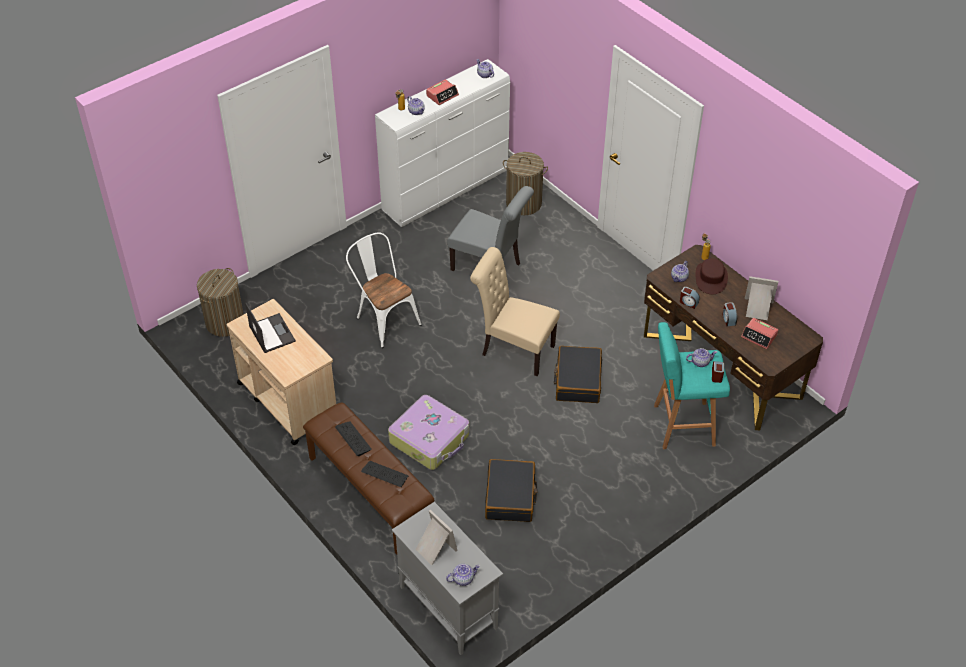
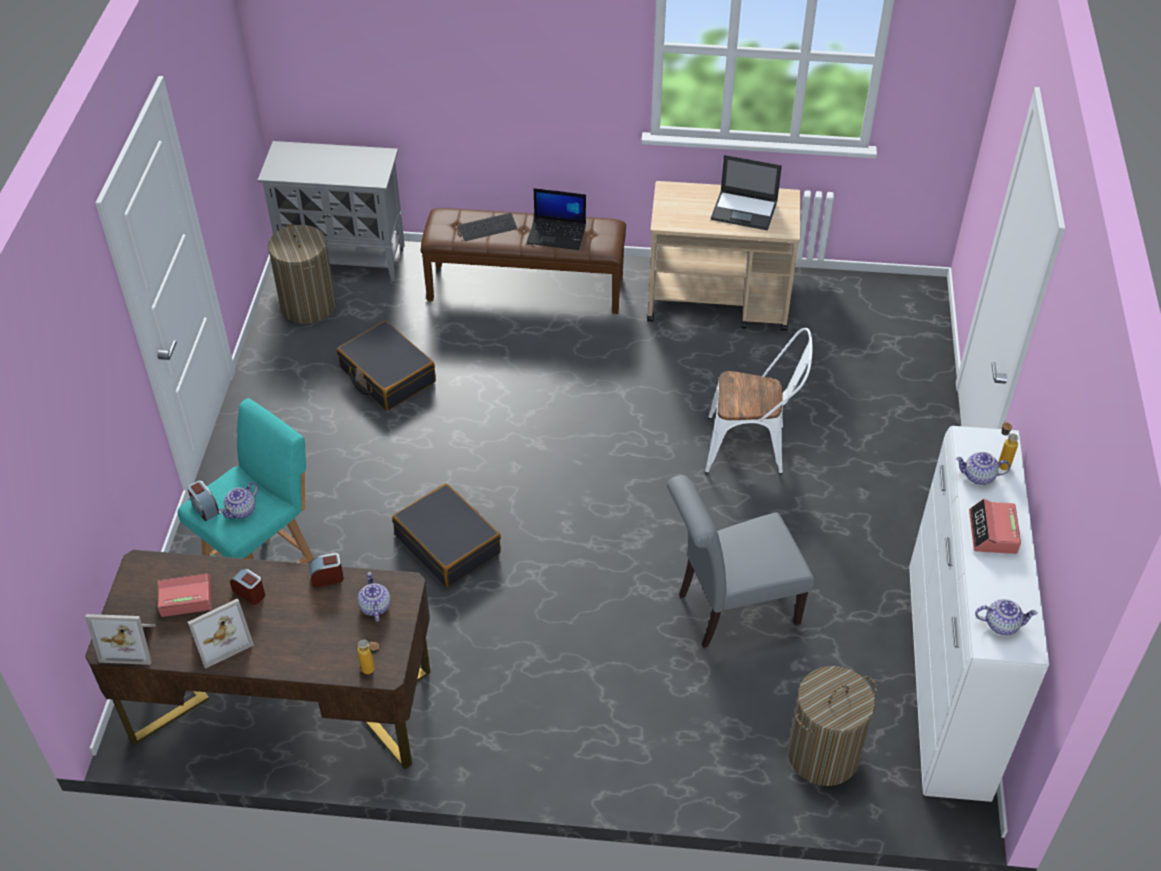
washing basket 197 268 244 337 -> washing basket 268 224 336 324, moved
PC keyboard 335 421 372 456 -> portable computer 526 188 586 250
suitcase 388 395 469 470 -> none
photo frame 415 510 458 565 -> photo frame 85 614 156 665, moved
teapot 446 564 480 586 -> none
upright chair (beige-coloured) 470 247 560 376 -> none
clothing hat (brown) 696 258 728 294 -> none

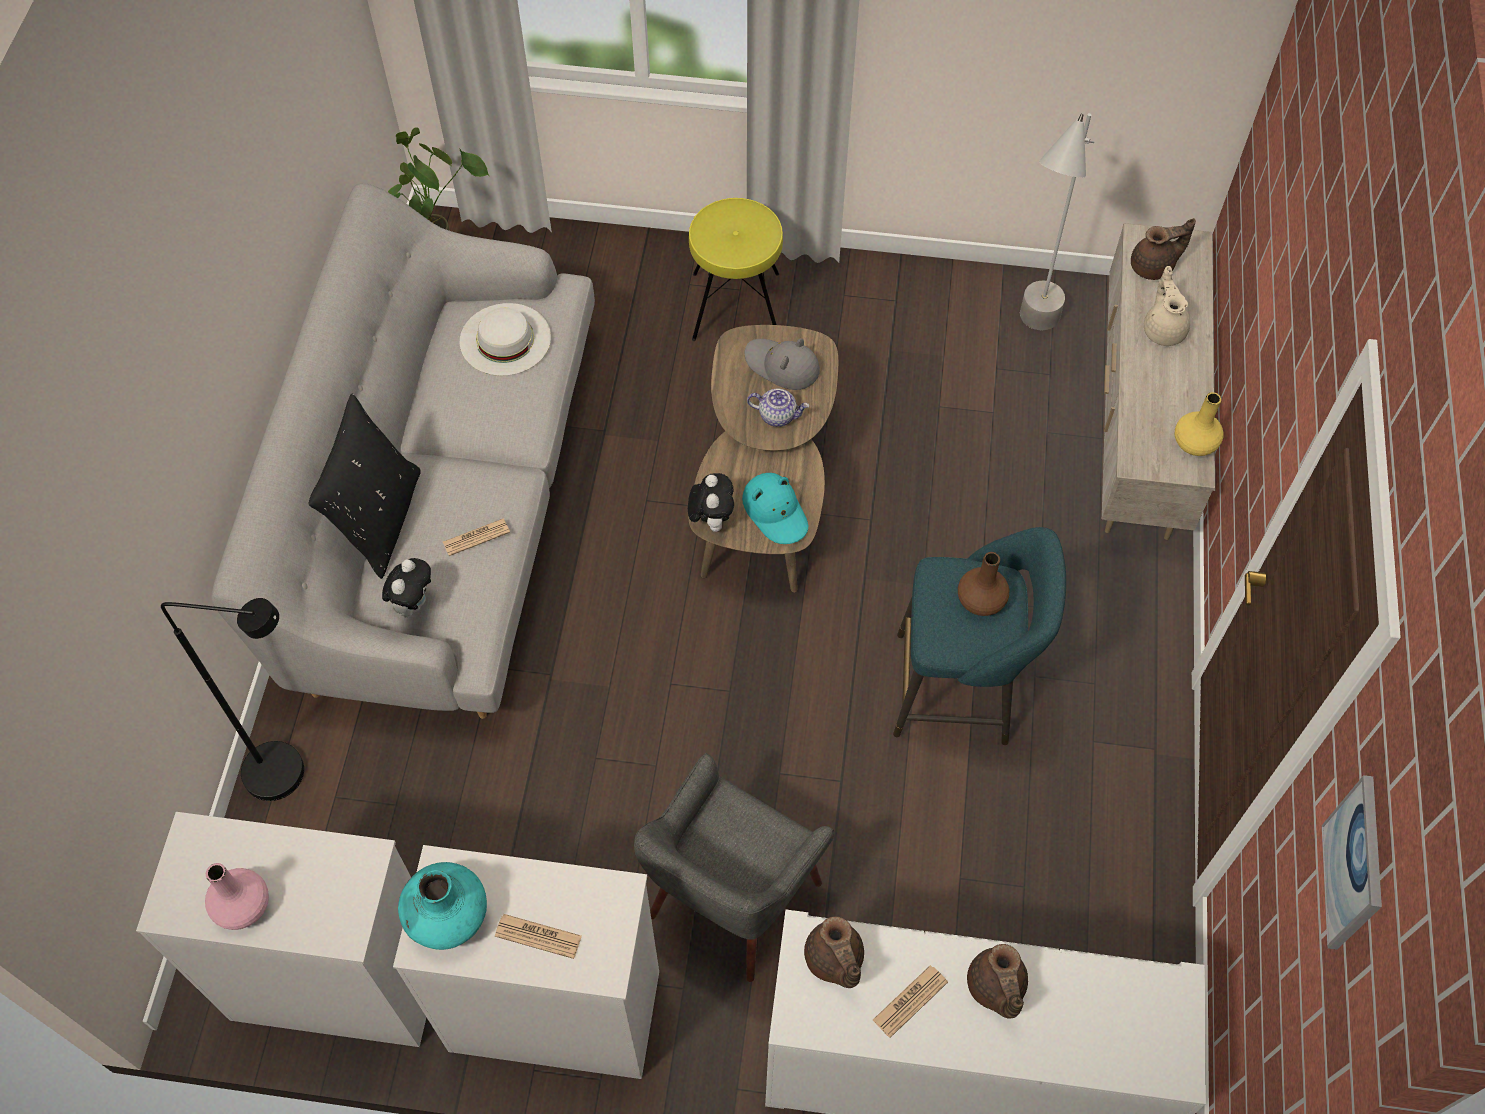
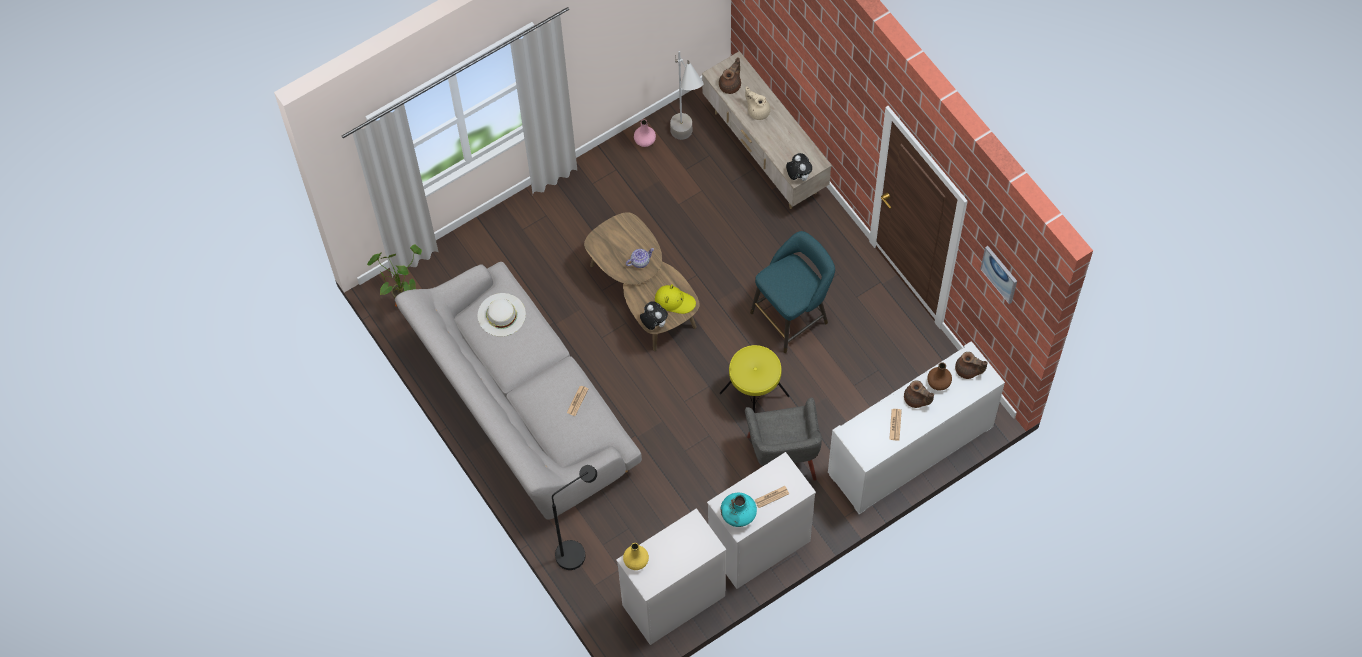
flower vase (pink-coloured) 205 863 269 930 -> flower vase (pink-coloured) 634 119 656 147, moved
pillow (blackish) 308 394 421 579 -> none
cuddly toy 382 558 431 618 -> cuddly toy 786 153 812 181, moved
stool seat (yellow-coloured) 689 198 783 341 -> stool seat (yellow-coloured) 719 345 790 413, moved
clothing hat (turquoise-coloured) 742 473 808 544 -> clothing hat (yellow-coloured) 655 284 696 314
clothing hat (greyish) 745 338 820 390 -> none
teapot (brown) 804 916 864 988 -> teapot (brown) 955 352 988 379, moved
flower vase (brown) 958 552 1009 616 -> flower vase (brown) 927 362 952 391, moved
flower vase (yellow-coloured) 1175 392 1224 456 -> flower vase (yellow-coloured) 623 543 649 570, moved

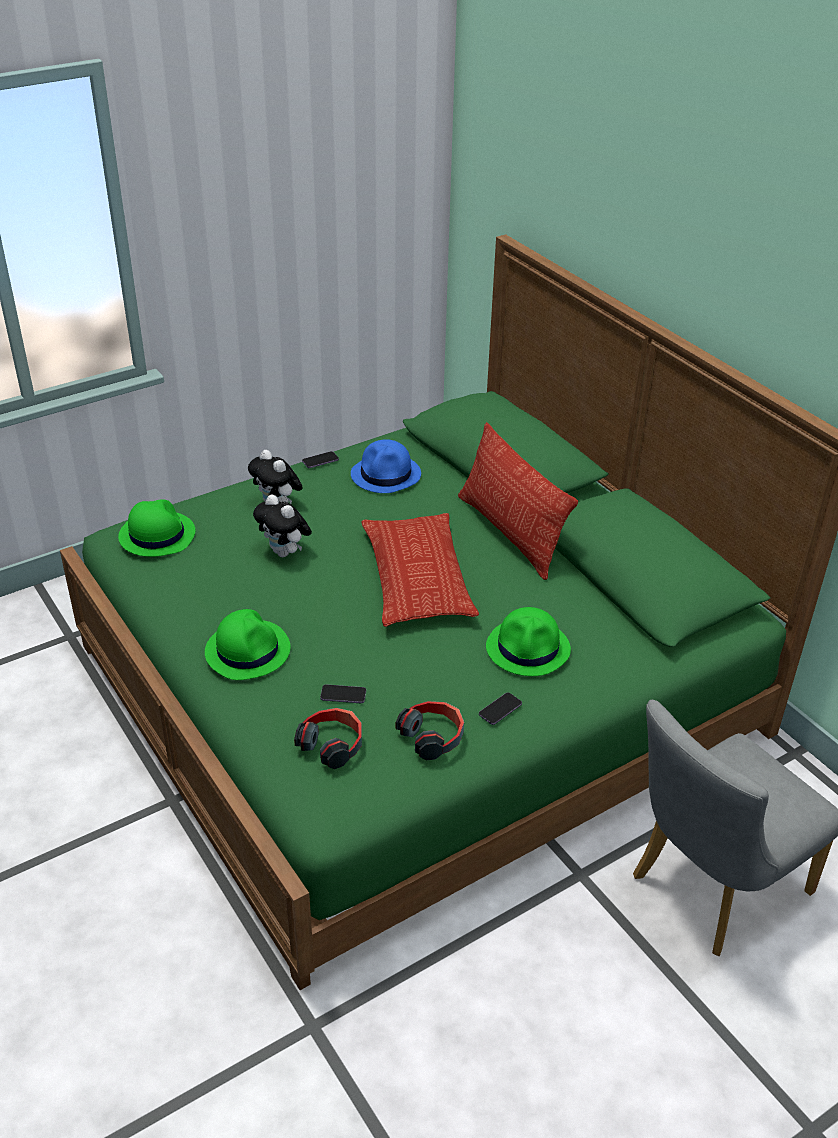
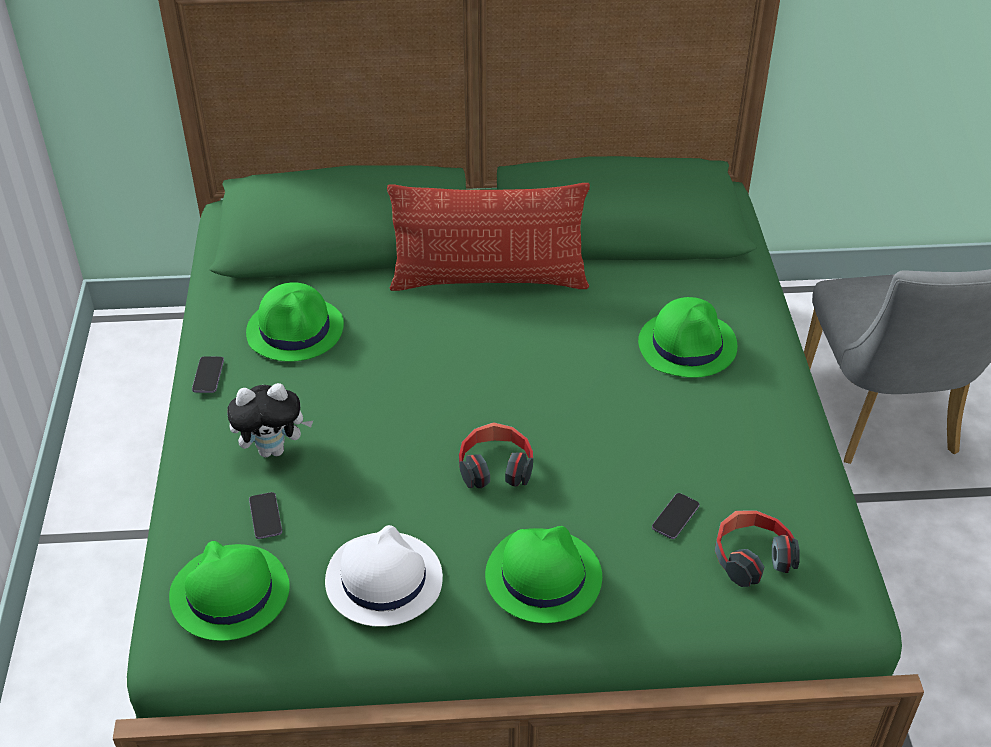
cuddly toy 253 494 312 557 -> none
clothing hat (blue-coloured) 351 439 421 493 -> clothing hat (greenish) 246 282 344 362
pillow 361 513 479 627 -> none
headset 396 701 464 761 -> headset 459 422 533 488, moved
telephone 479 692 522 725 -> telephone 249 492 282 539, moved
none -> clothing hat (white) 325 525 443 627

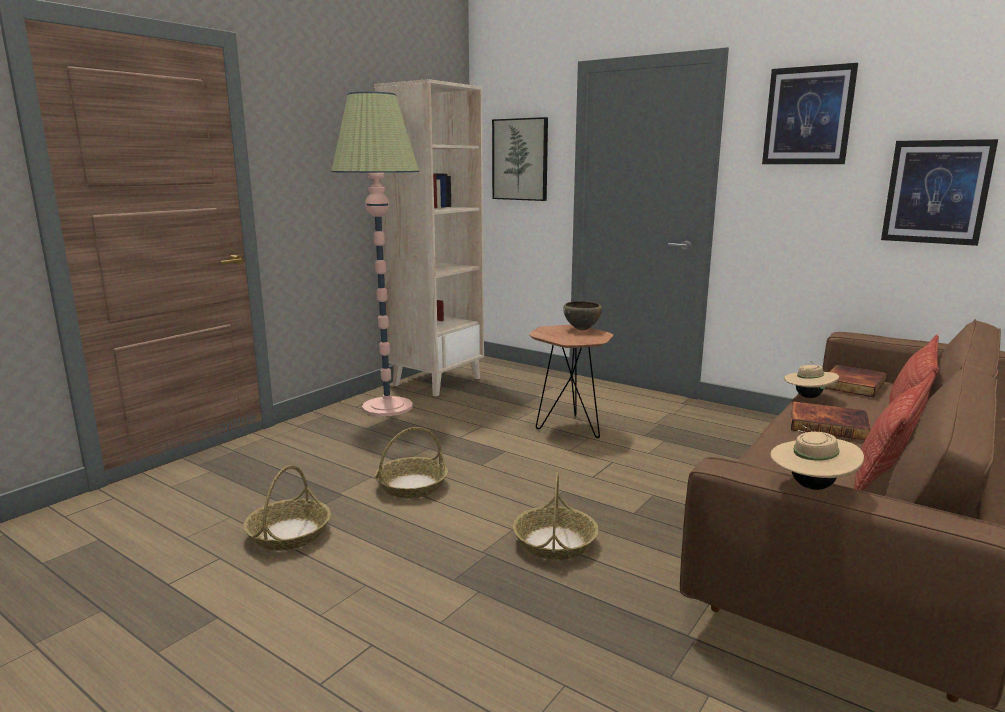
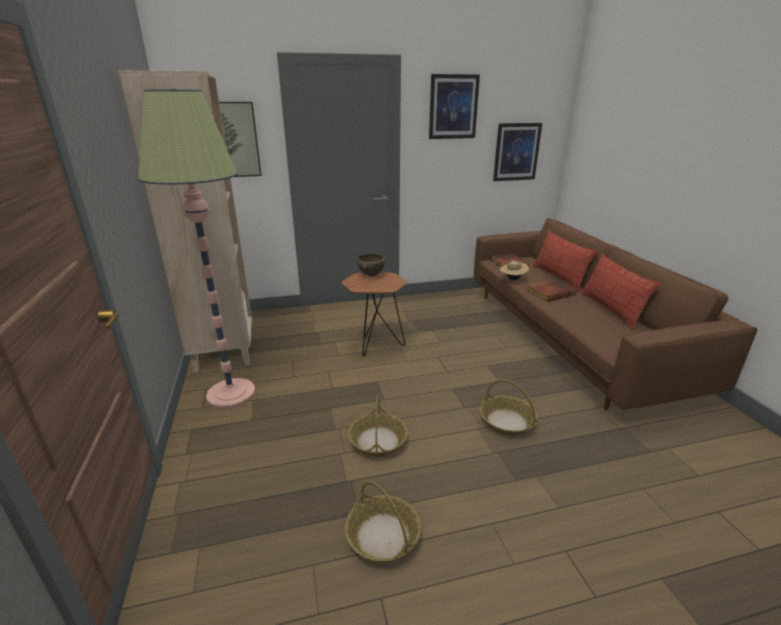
clothing hat (beige-coloured) 770 425 864 490 -> none

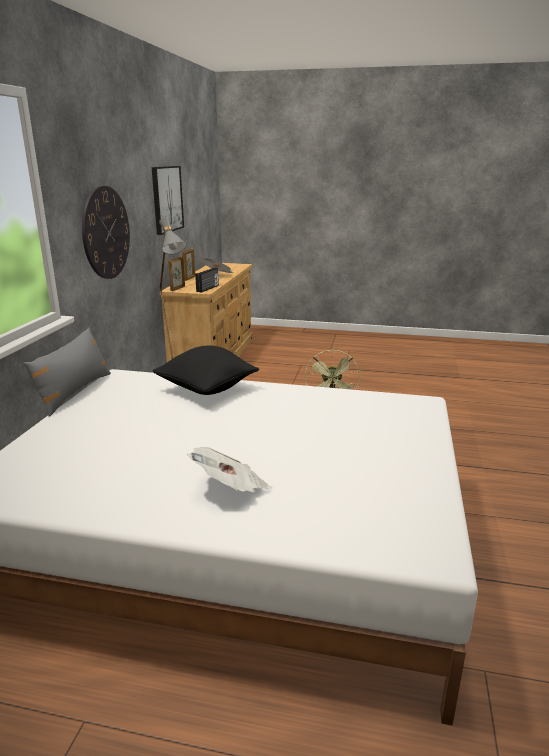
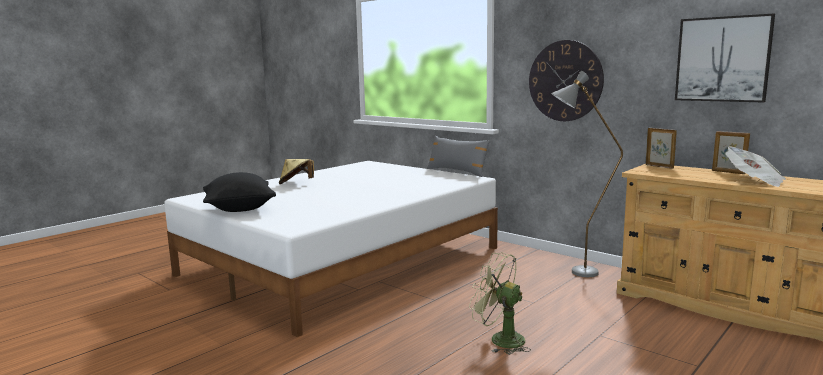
pillow (blackish) 153 345 259 395 -> pillow (blackish) 203 172 276 212, moved
newspaper 187 447 272 493 -> clothing hat (beige-coloured) 279 159 314 184
radio 195 268 219 292 -> none

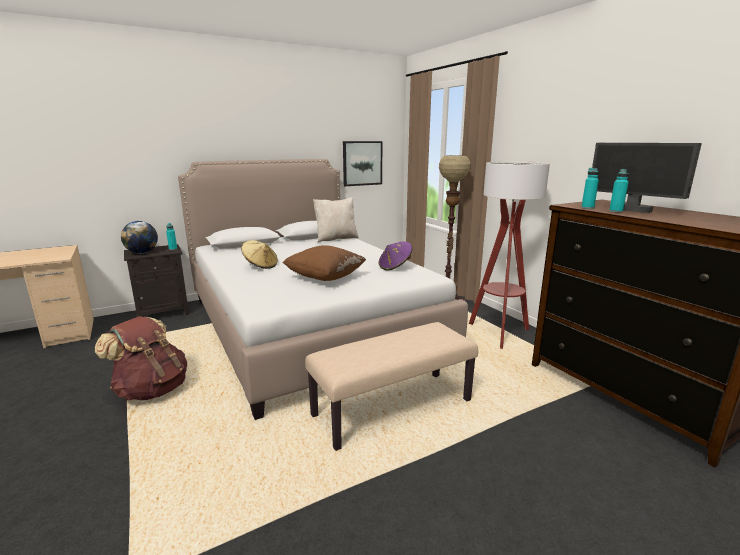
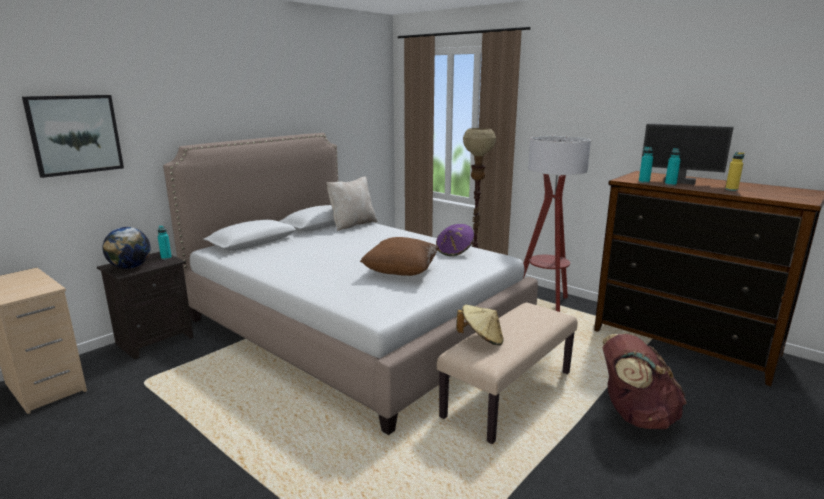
backpack (brown) 95 316 187 400 -> backpack (brown) 602 334 687 429, moved
clothing hat (beige-coloured) 241 240 278 269 -> clothing hat (beige-coloured) 457 305 504 346, moved
wall picture 343 141 383 186 -> wall picture 22 95 124 178, moved
none -> drink bottle (yellow-coloured) 725 152 744 191

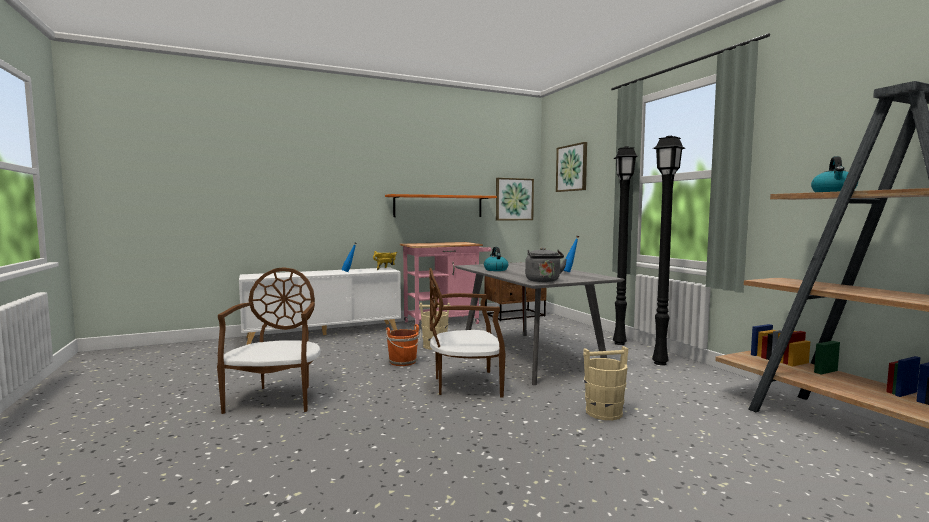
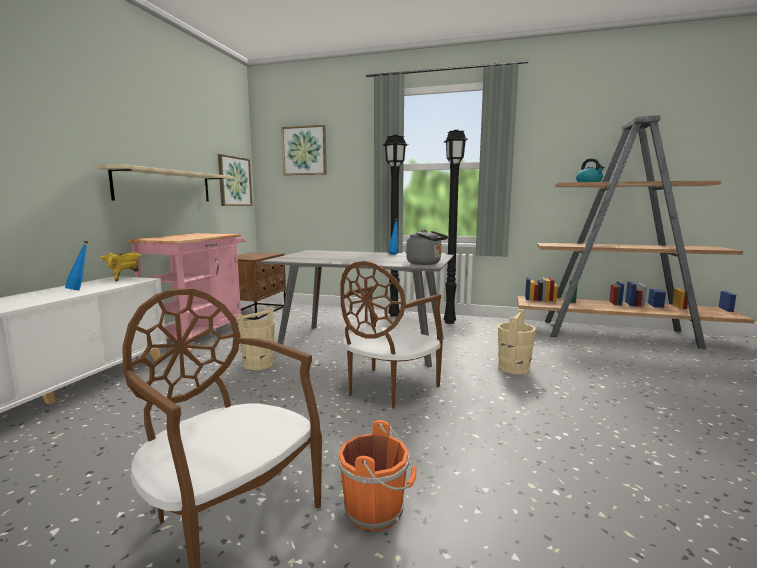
shelf (orangey) 385 194 497 217 -> shelf (beige-coloured) 97 164 233 202
water bucket (orangey) 386 324 421 366 -> water bucket (orangey) 338 420 417 532, moved
tea kettle 484 247 508 271 -> none

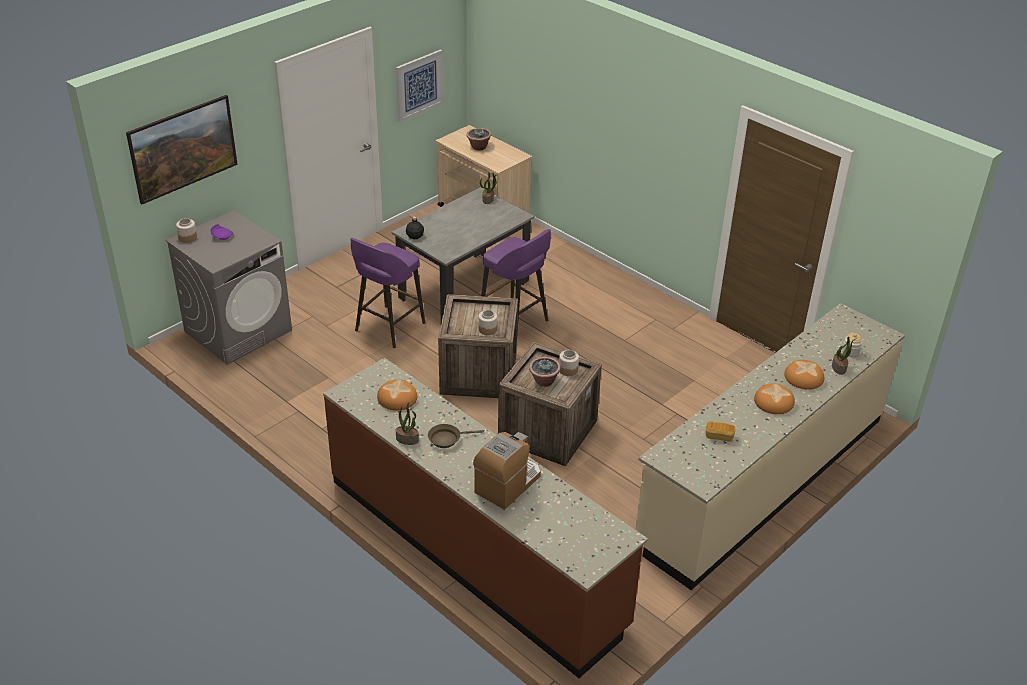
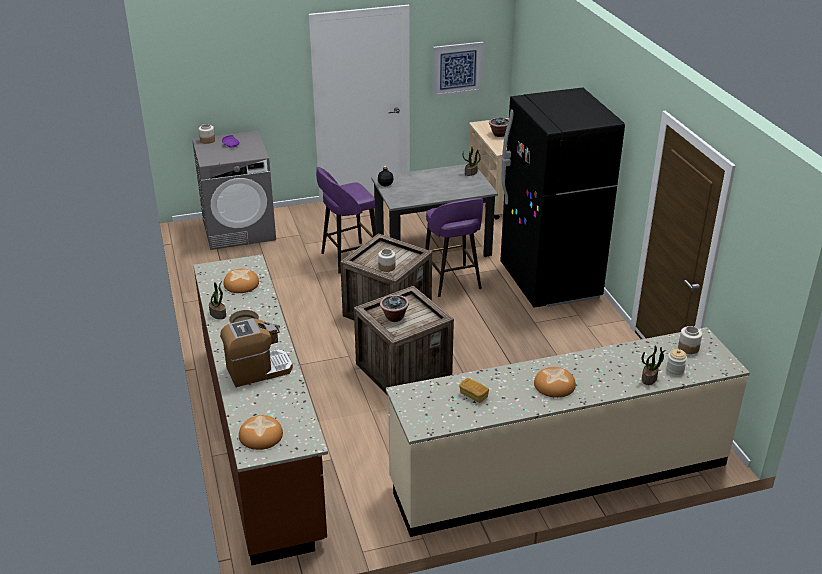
wall picture 126 95 238 204 -> none
jar 559 350 579 376 -> jar 678 326 702 354, moved
bread 784 360 824 390 -> bread 239 415 283 450, moved
none -> fridge (blackish) 500 87 625 308

